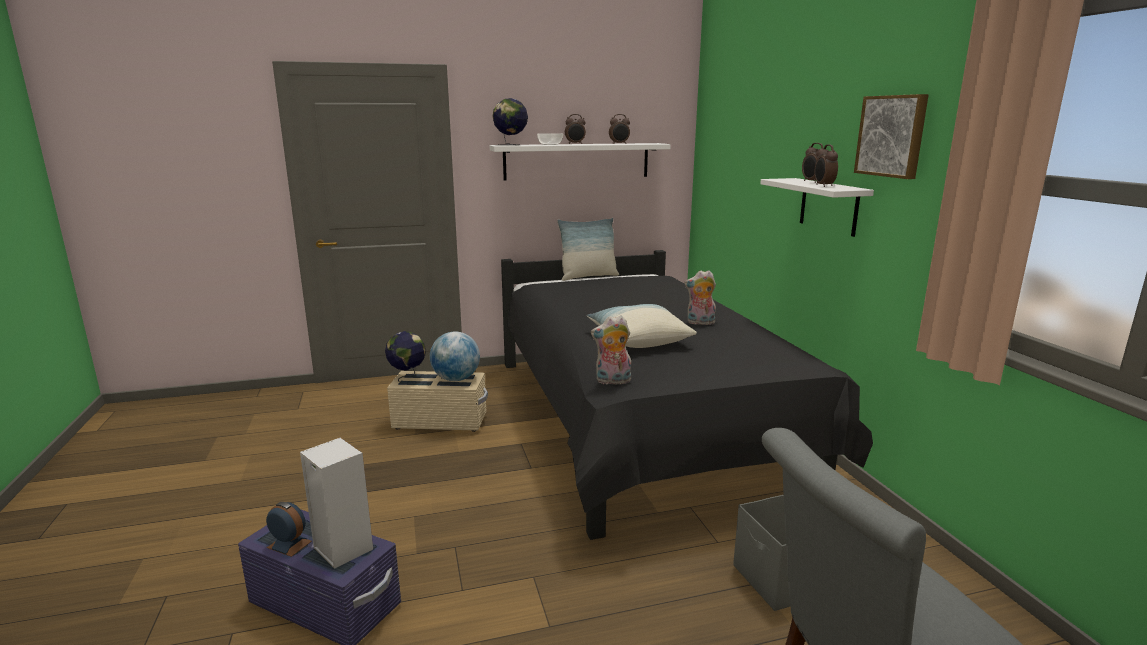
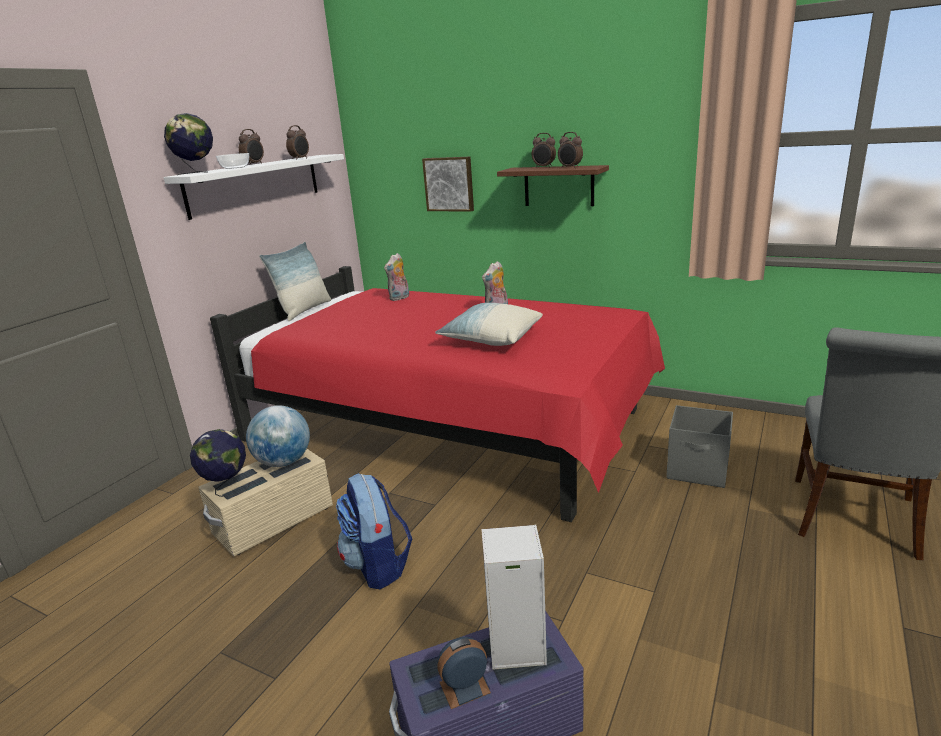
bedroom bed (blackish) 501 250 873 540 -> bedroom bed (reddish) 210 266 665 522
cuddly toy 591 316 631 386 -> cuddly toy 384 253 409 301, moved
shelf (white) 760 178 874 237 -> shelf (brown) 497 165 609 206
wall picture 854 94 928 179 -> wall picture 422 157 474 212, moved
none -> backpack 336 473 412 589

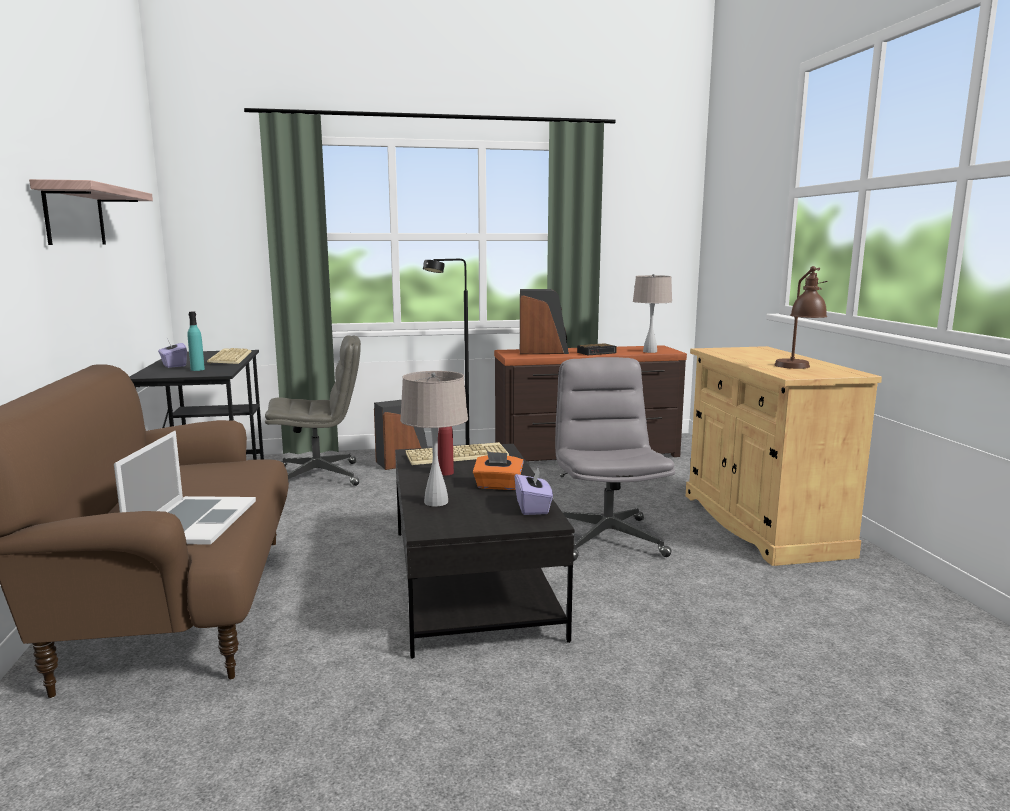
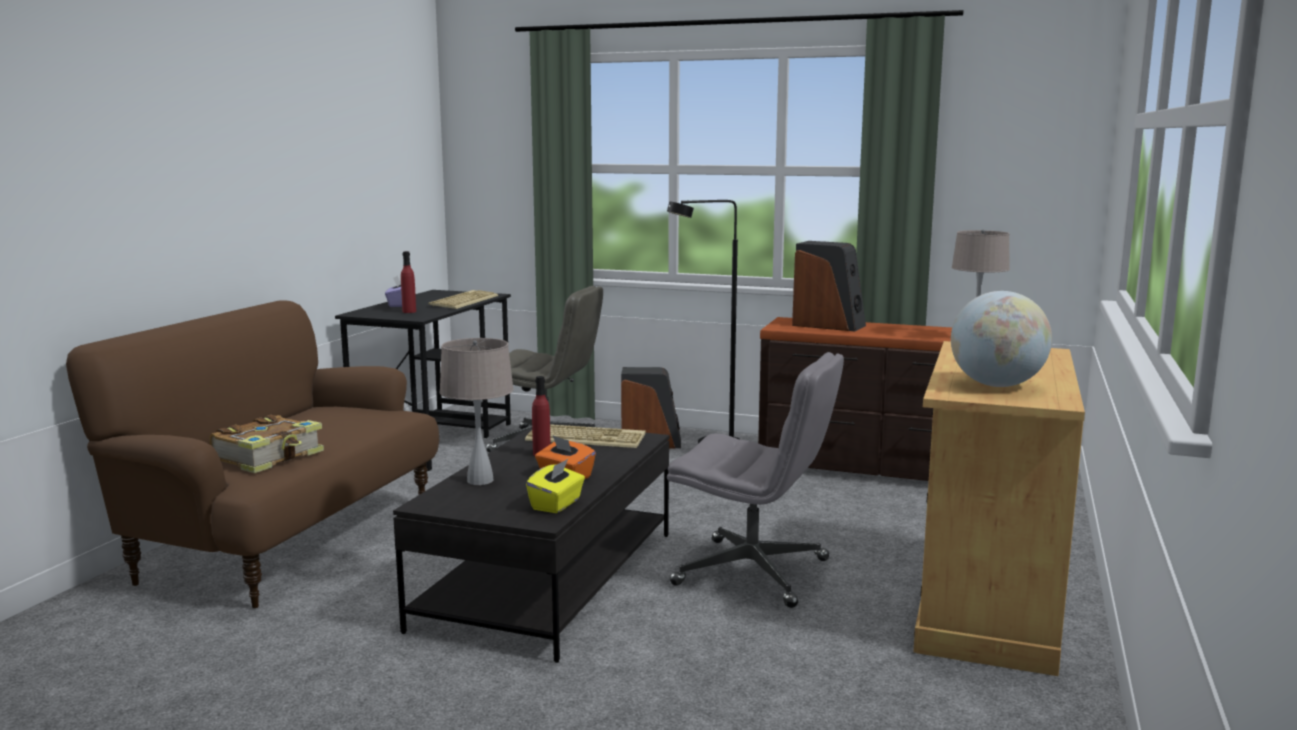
shelf 29 179 153 245 -> none
portable computer 114 431 256 545 -> bound book 209 415 324 473
drink bottle (turquoise-coloured) 187 312 205 371 -> drink bottle (reddish) 401 251 416 313
tissue box (purplish) 515 468 553 515 -> tissue box (yellow-coloured) 526 459 585 513
desk chair (greyish) 555 357 675 561 -> desk chair (greyish) 667 352 844 608, 90 degrees clockwise
table clock 577 343 617 355 -> none
lamp for a table (brown) 774 266 828 369 -> globe 951 291 1052 387

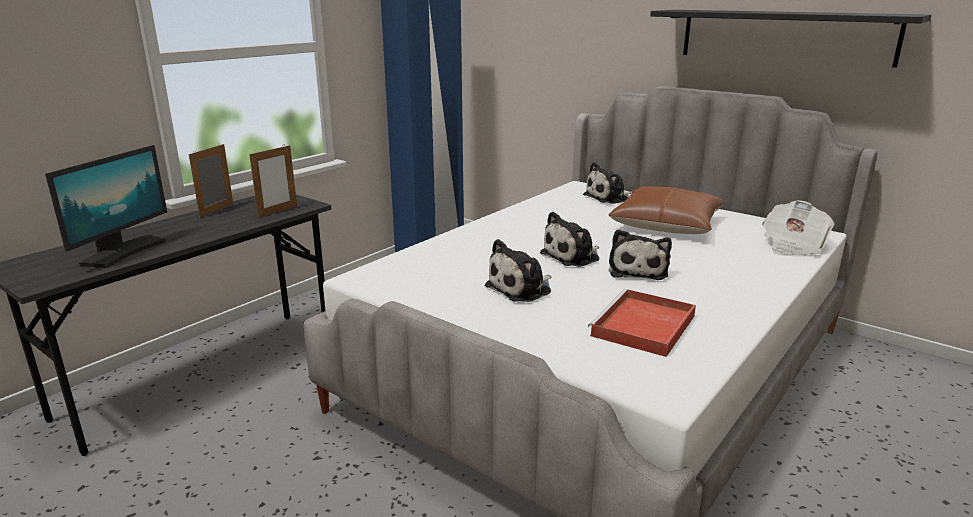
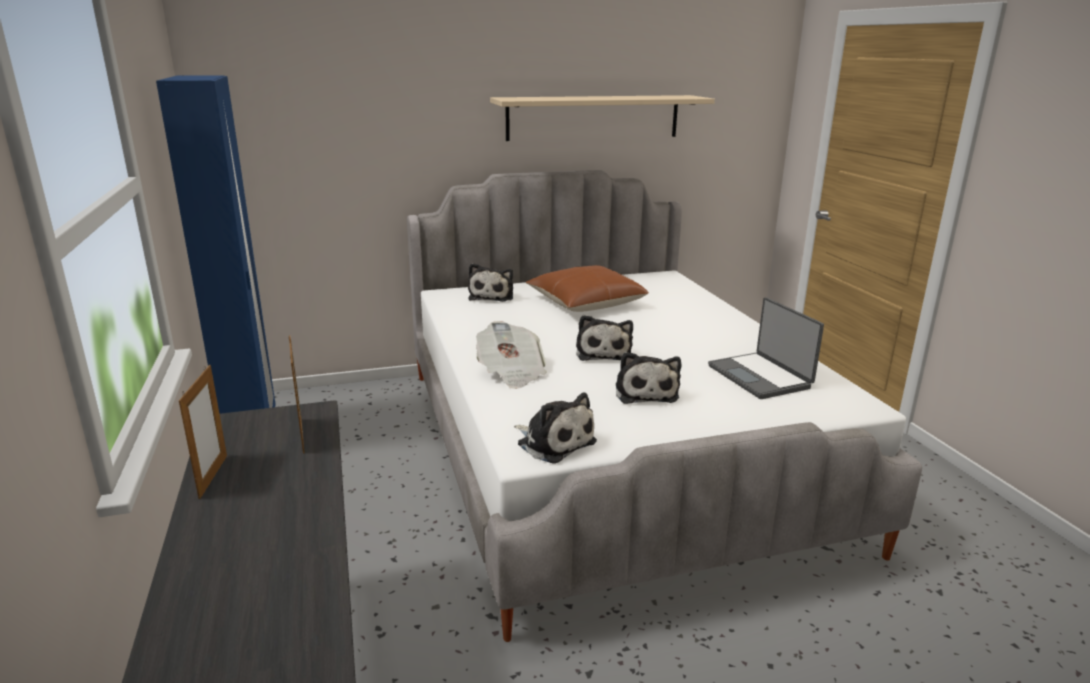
monitor 45 145 167 268 -> none
photo frame 189 143 233 218 -> photo frame 179 365 227 499, 150 degrees counterclockwise
serving tray (reddish) 588 289 696 357 -> portable computer 708 297 824 399
cuddly toy 609 229 672 280 -> cuddly toy 514 392 597 464, moved
shelf (blackish) 650 10 932 68 -> shelf (beige-coloured) 490 95 715 141
newspaper 762 200 834 256 -> newspaper 476 321 547 389, moved

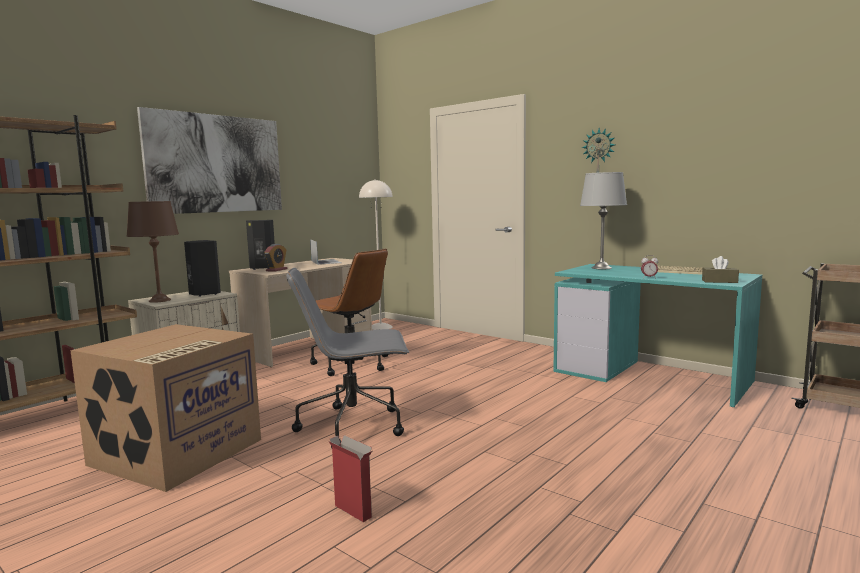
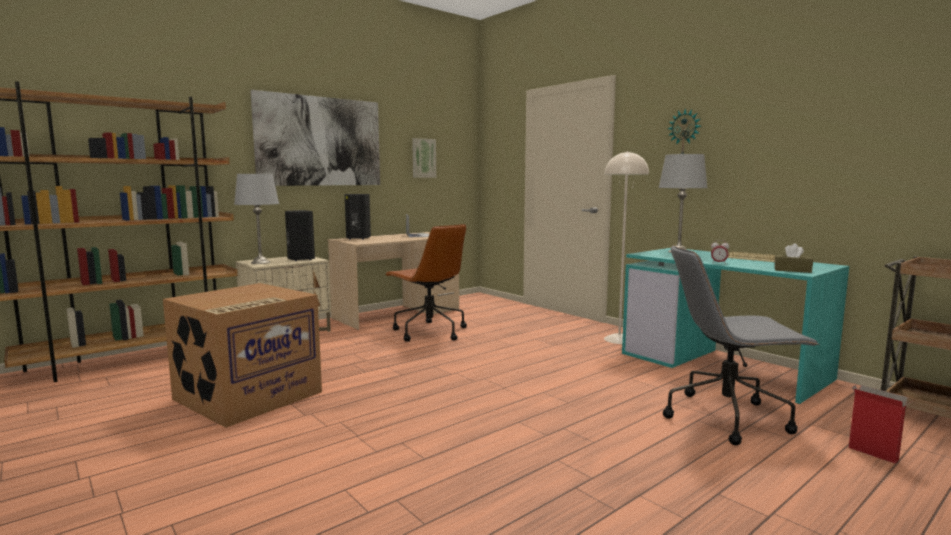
lamp for a table (brown) 126 201 179 303 -> lamp for a table (greyish) 234 174 279 264
table clock 264 244 288 272 -> none
desk chair (greyish) 286 268 409 448 -> desk chair (greyish) 663 245 819 445, moved
cardboard box 329 435 372 522 -> cardboard box 849 385 913 464, moved
floor lamp (beige-coloured) 359 179 393 330 -> floor lamp (beige-coloured) 604 151 649 344, moved
none -> wall picture 412 138 436 178

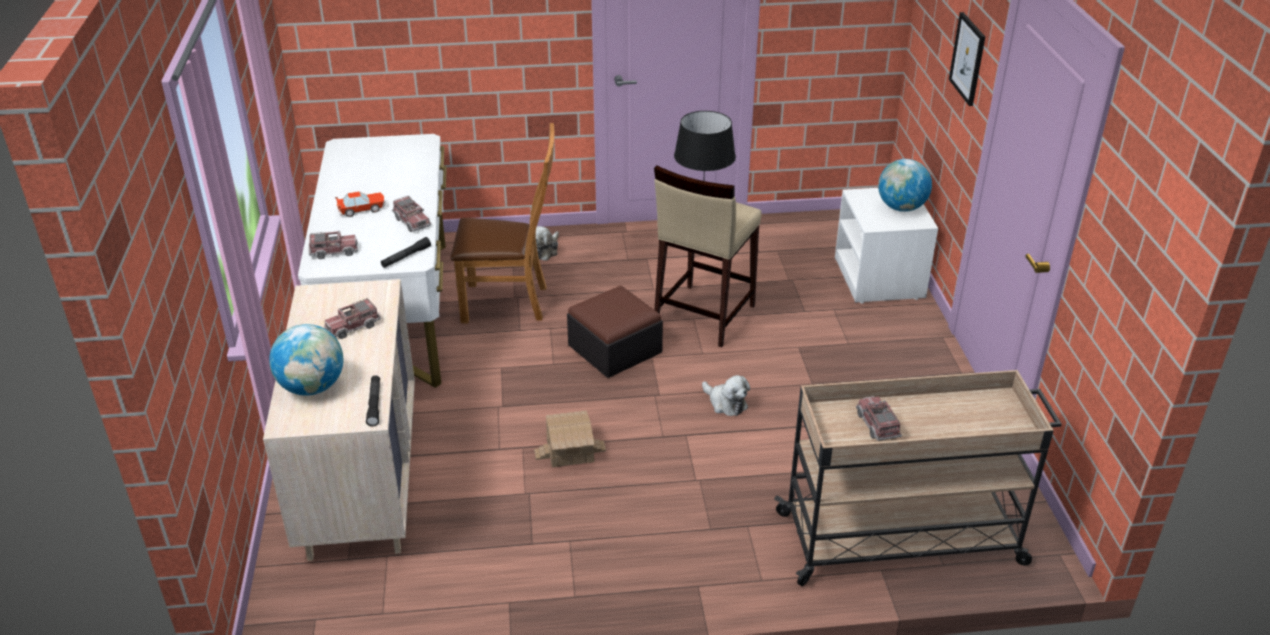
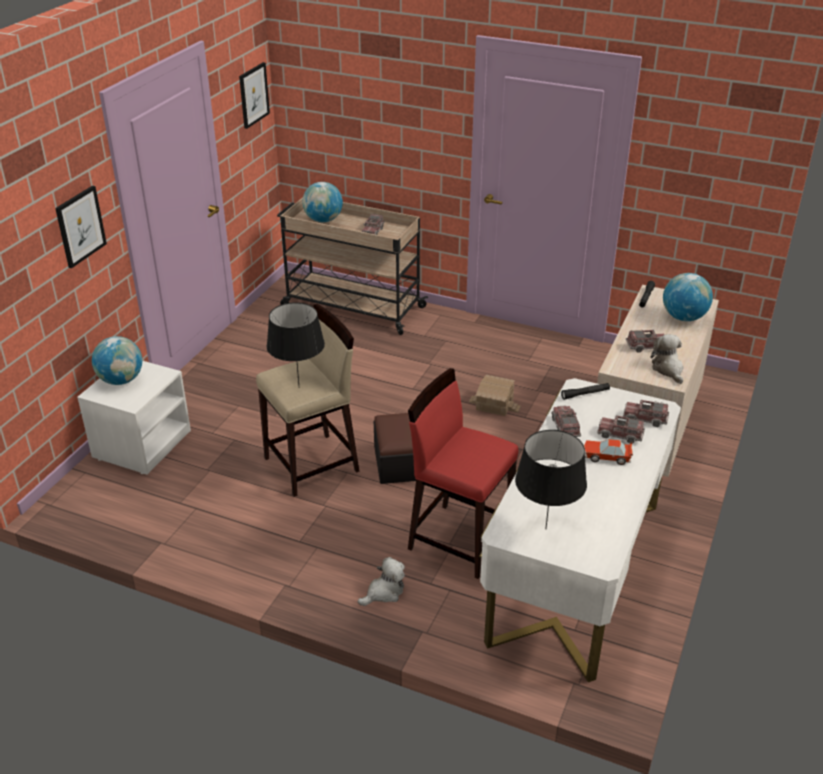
upright chair (brown) 450 123 554 323 -> stool seat (reddish) 408 368 519 579
cuddly toy 702 375 750 416 -> cuddly toy 651 334 684 384, moved
none -> wall picture 239 62 270 129
none -> globe 302 182 343 222
none -> lamp for a table (blackish) 515 430 587 528
none -> toy lorry 597 415 645 444

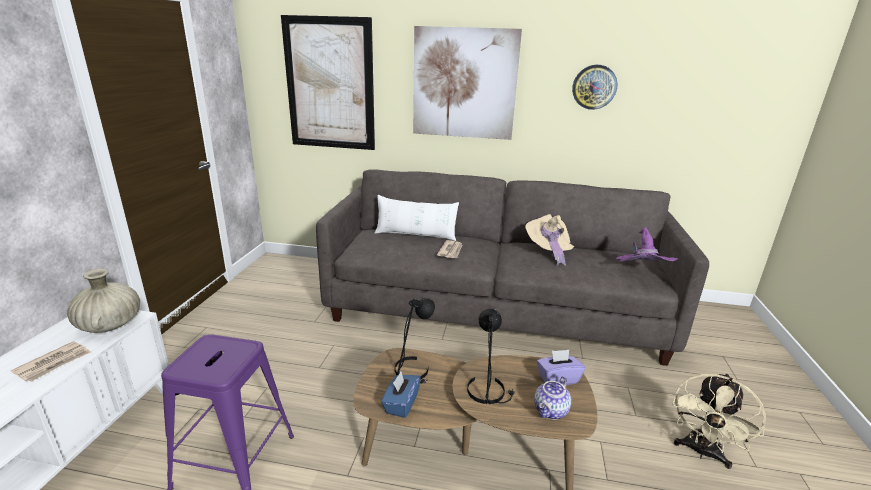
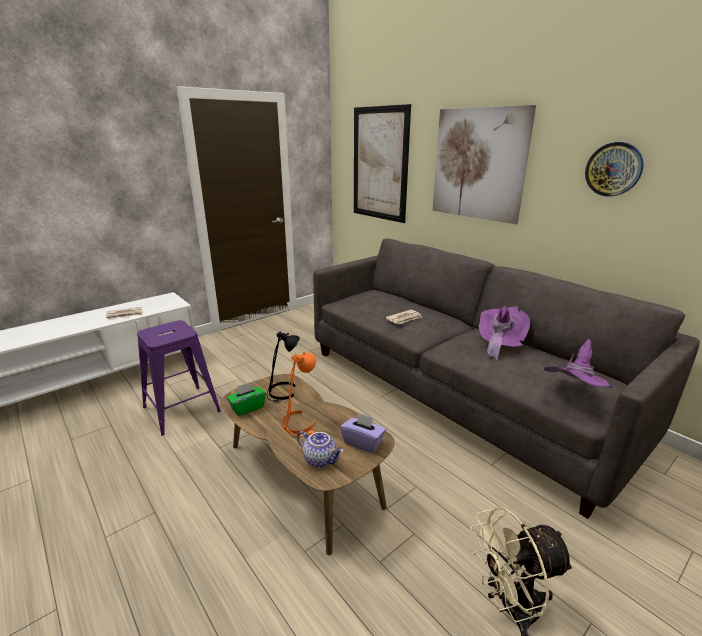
flower vase (beige-coloured) 67 268 140 333 -> none
pillow (white) 375 195 459 241 -> none
tissue box (blue-coloured) 381 372 421 418 -> tissue box (greenish) 227 382 266 416
lamp for a table (blackish) 467 309 515 404 -> lamp for a table (orangey) 282 351 316 437
clothing hat (beige-coloured) 525 214 574 266 -> clothing hat (purplish) 479 306 530 361
teapot 534 376 571 420 -> teapot 297 431 343 468, 135 degrees counterclockwise

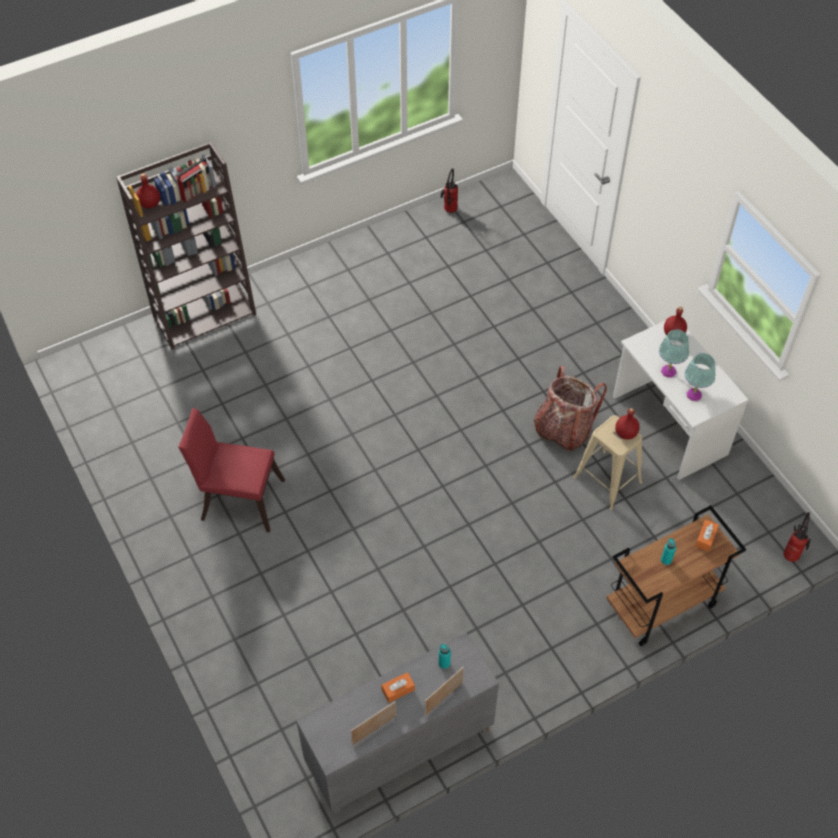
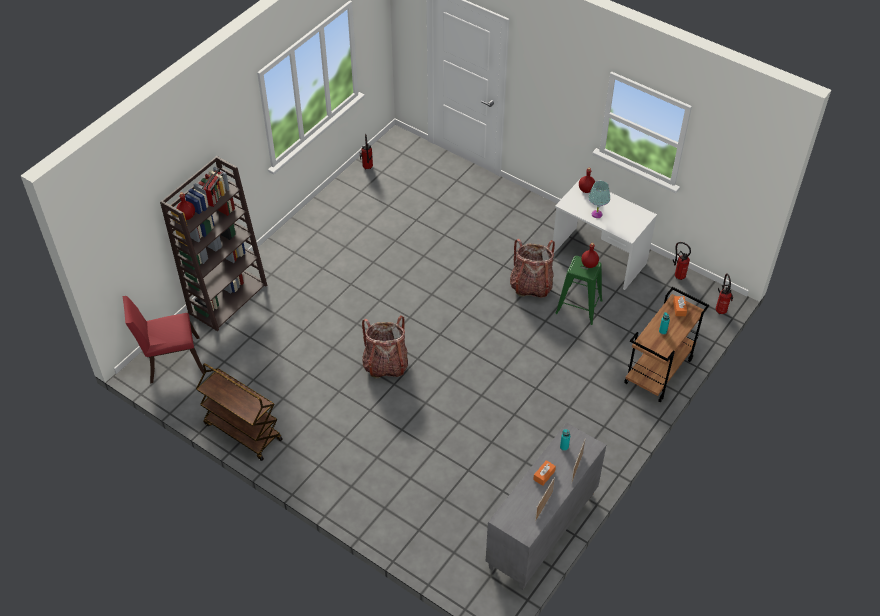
upright chair (reddish) 178 408 285 532 -> upright chair (reddish) 123 296 204 383, moved
stool seat (beige-coloured) 573 415 642 510 -> stool seat (greenish) 555 256 603 325
lamp for a table (turquoise-coloured) 685 353 715 401 -> none
none -> wheeled cart (brown) 196 363 283 461
none -> backpack 362 316 408 379
none -> fire extinguisher 673 242 691 280

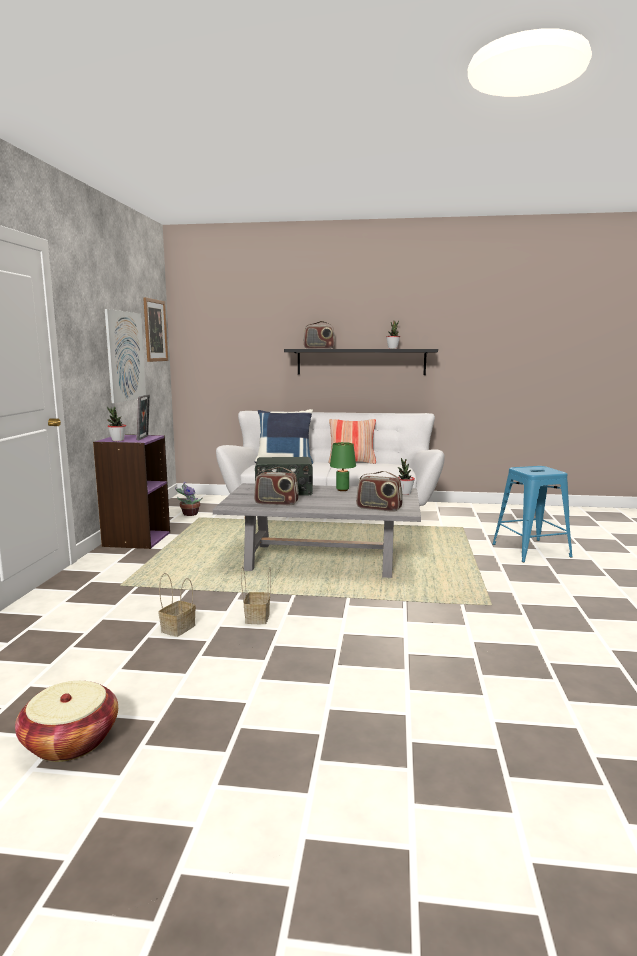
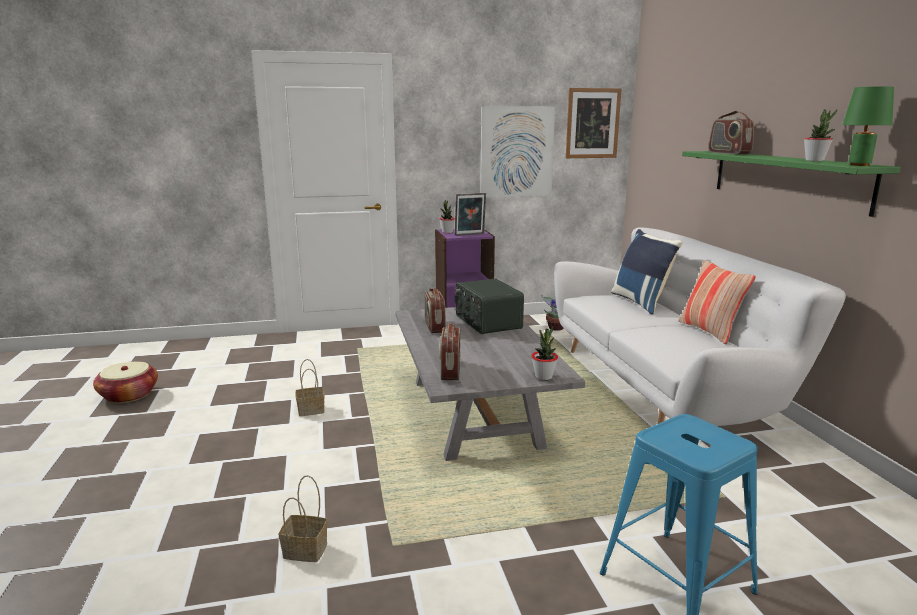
household basket 159 573 196 637 -> household basket 279 475 327 562, moved
shelf (blackish) 284 349 438 375 -> shelf (greenish) 682 151 901 217
lamp for a table (greenish) 330 442 356 491 -> lamp for a table (greenish) 843 86 894 166, moved

